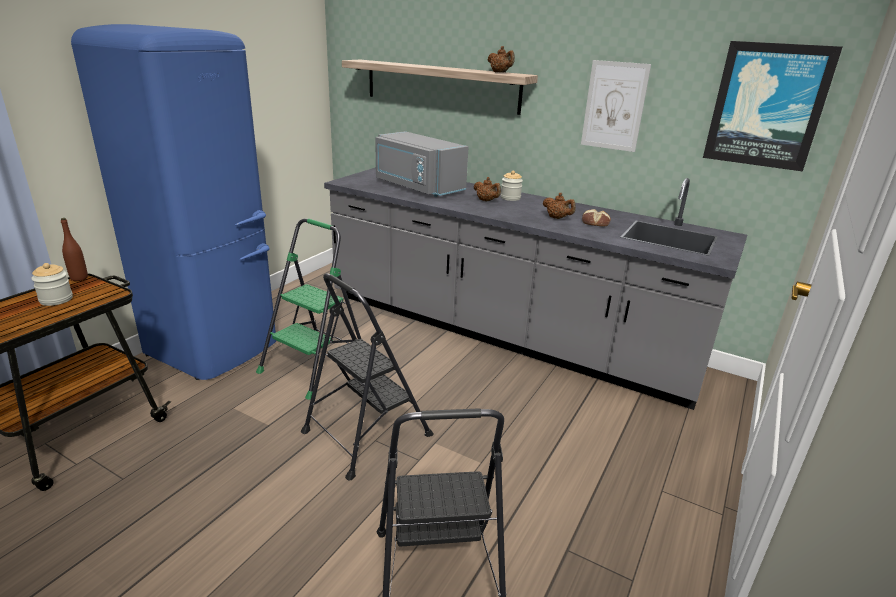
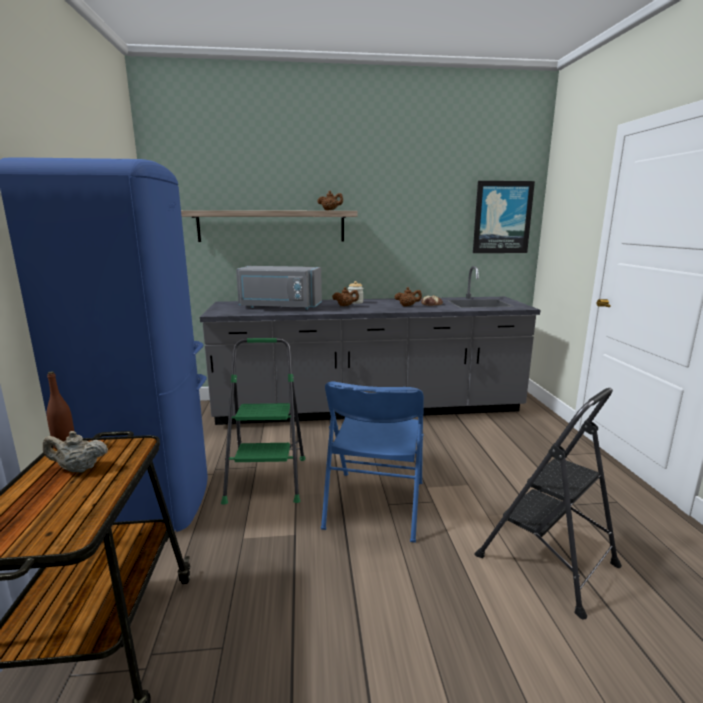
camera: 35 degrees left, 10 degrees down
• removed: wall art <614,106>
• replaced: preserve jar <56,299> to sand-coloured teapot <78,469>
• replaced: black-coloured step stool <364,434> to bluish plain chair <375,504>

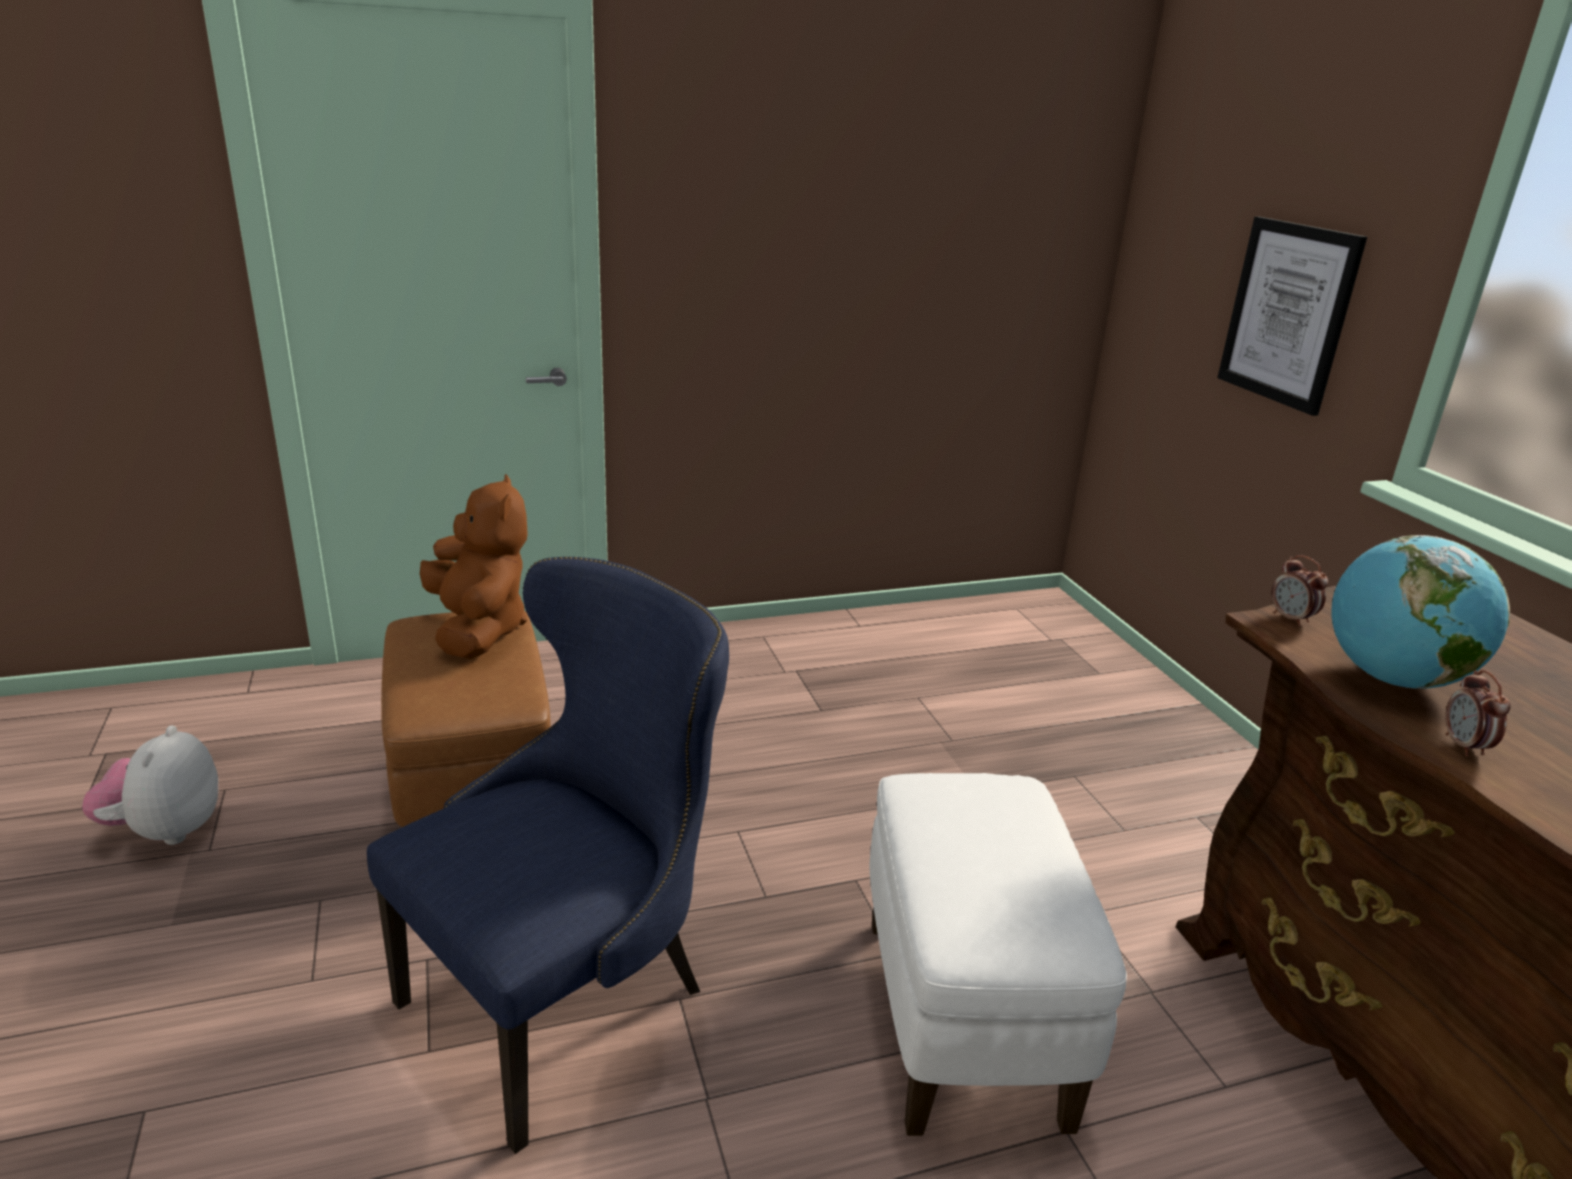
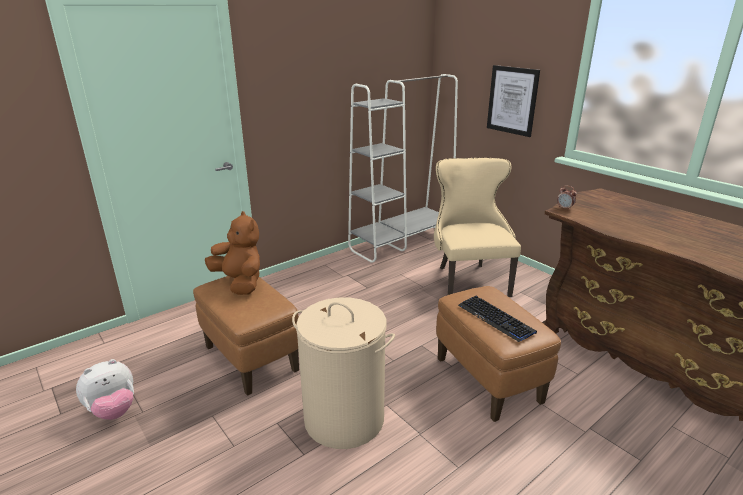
camera: 20 degrees left, 0 degrees up
• removed: desk globe <1392,679>
• removed: table clock <1464,746>
• added: greyish clothes rack <402,242>
• added: sand-coloured plain chair <469,280>
• added: computer keyboard <496,319>
• replaced: bluish plain chair <567,998> to sand-coloured laundry basket <344,418>
• recoloured: white-coloured footrest <963,1021> to brownish footrest <488,380>
• turned: cuddly toy <165,831> = <113,410> 105 degrees counterclockwise

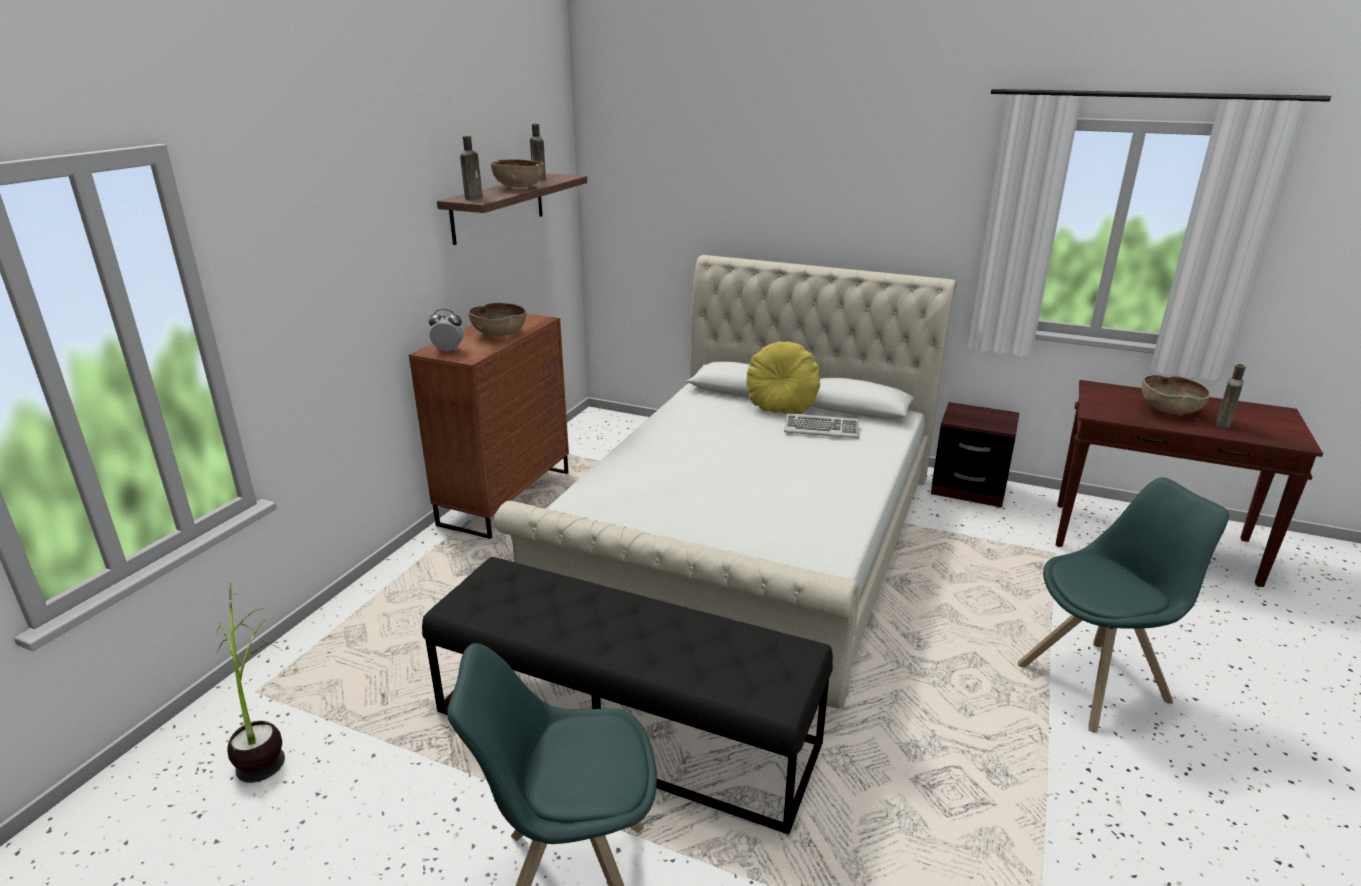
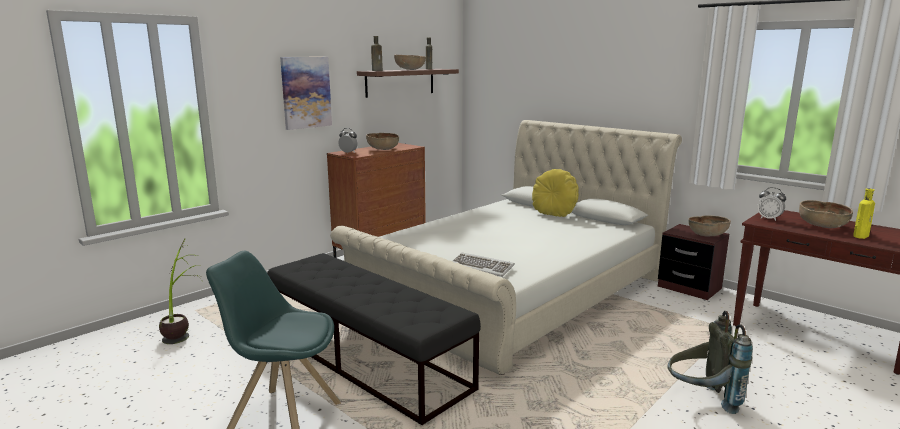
camera: 20 degrees right, 10 degrees down
• added: wall art <306,92>
• added: brownish serving bowl <707,235>
• added: table clock <769,219>
• moved: computer keyboard <821,429> to <481,267>
• replaced: turquoise-coloured plain chair <1095,683> to greyish rucksack <701,400>
• recoloured: brownish bottle <1223,423> to yellow-coloured bottle <861,236>

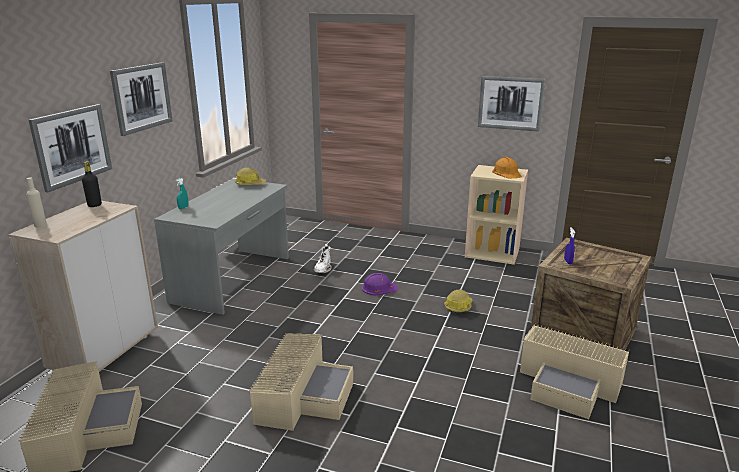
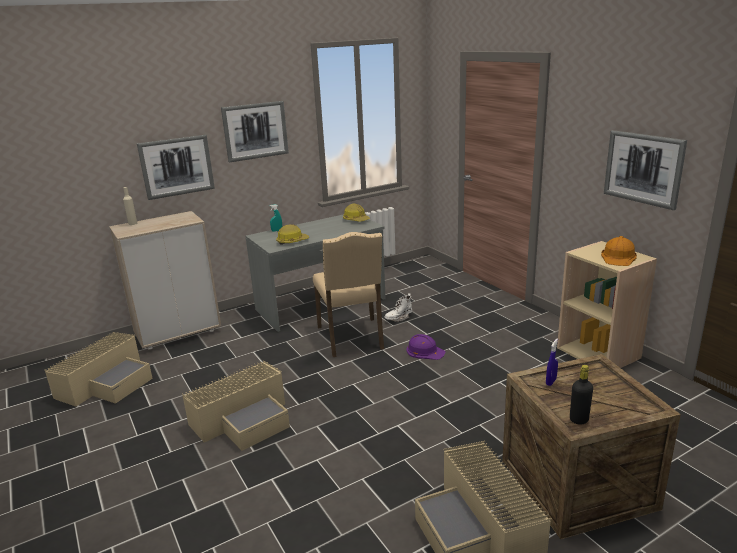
camera: 40 degrees right, 0 degrees up
• added: sand-coloured plain chair <352,338>
• moved: black-coloured bottle <94,205> to <579,420>
• moved: work helmet <458,307> to <292,241>

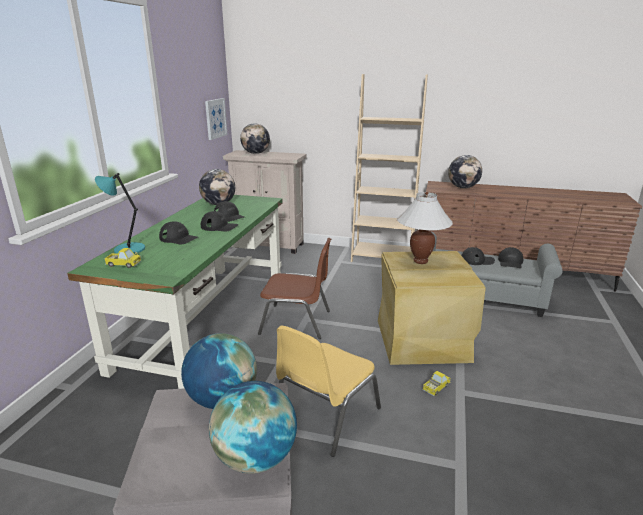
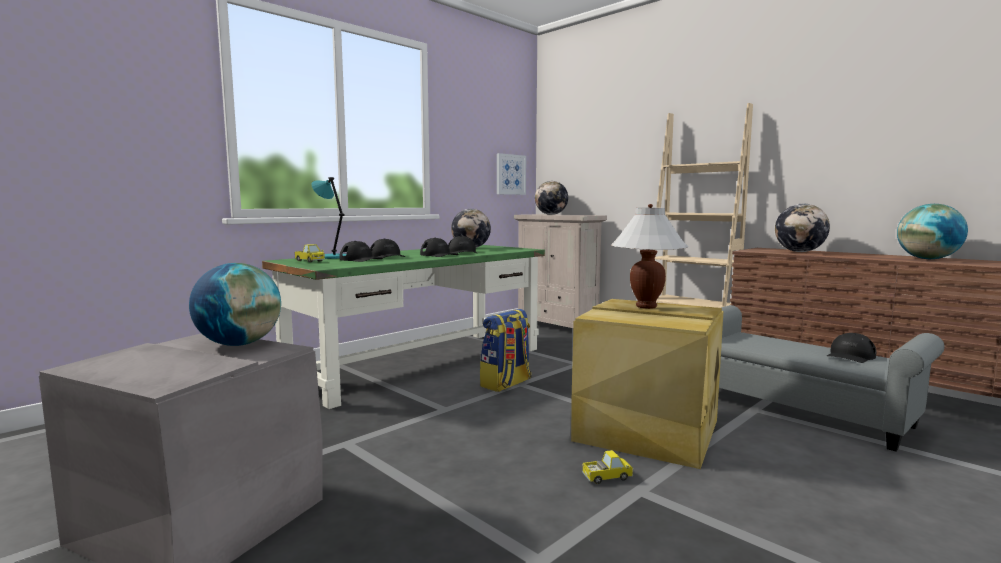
camera: 30 degrees right, 15 degrees down
• removed: yellow-coloured plain chair <325,416>
• moved: desk globe <256,458> to <928,259>
• moved: black-coloured peaked cap <477,260> to <360,259>
• replaced: brownish plain chair <297,322> to rucksack <506,384>

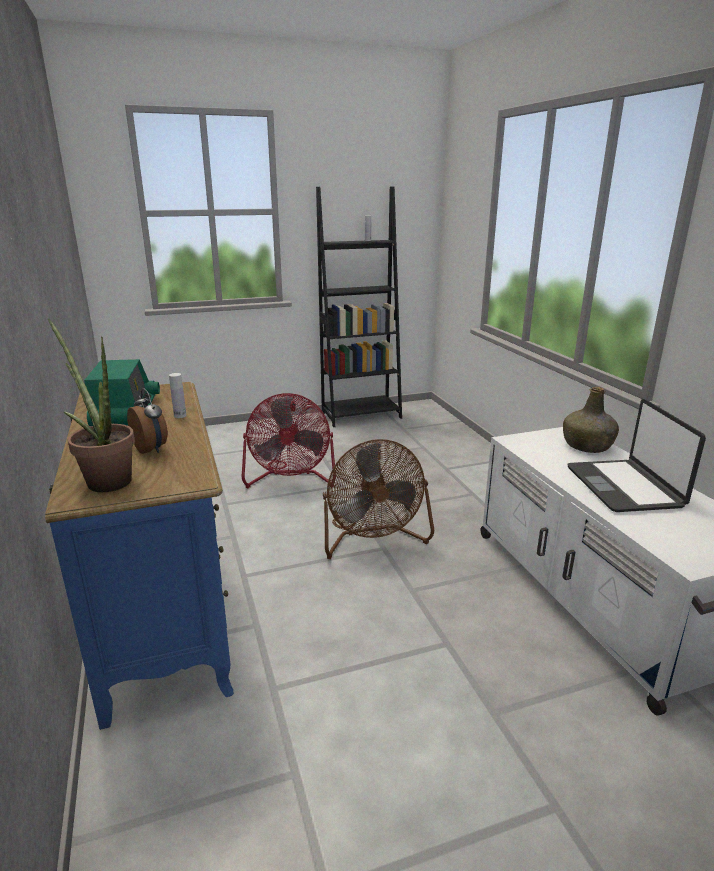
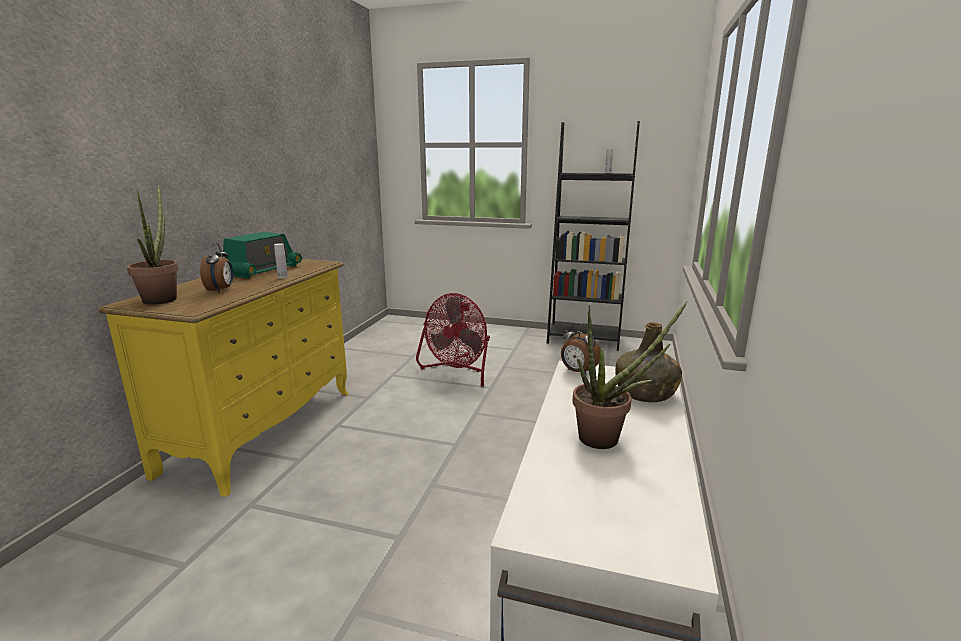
camera: 35 degrees right, 5 degrees down
• removed: brownish cooling fan <369,539>
• added: table clock <577,372>
• replaced: notebook computer <624,487> to potted plant <607,439>
• recoloured: bluish dresser <166,613> to yellow-coloured dresser <265,430>

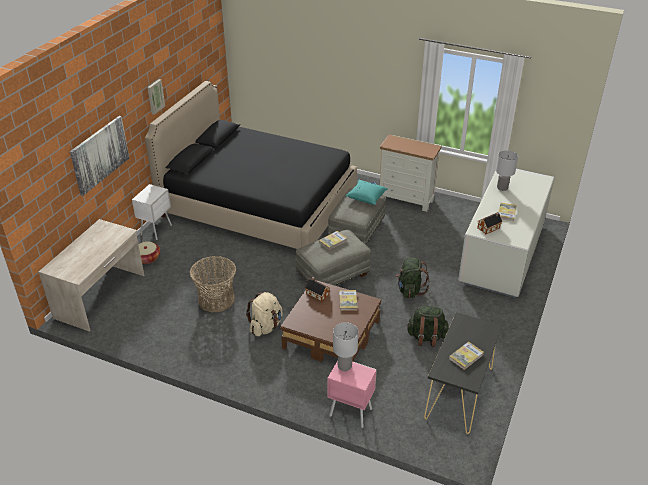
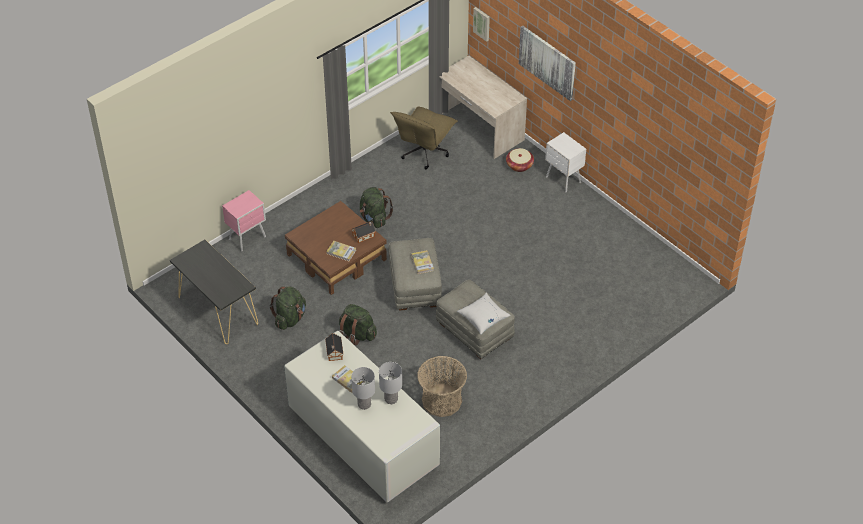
camera: 115 degrees right, 10 degrees up
• removed: black-coloured bedroom bed <259,205>
• removed: white-coloured dresser <406,200>
• removed: volume <466,356>
• added: sand-coloured desk chair <425,152>
• moved: wall art <155,96> to <482,23>
• moved: household basket <216,299> to <441,400>
• moved: greyish tabletop lamp <344,367> to <364,405>
• recoloured: sand-coloured rucksack <266,326> to green rucksack <374,218>
• recoloured: turquoise-coloured throw pillow <366,197> to greyish throw pillow <483,318>

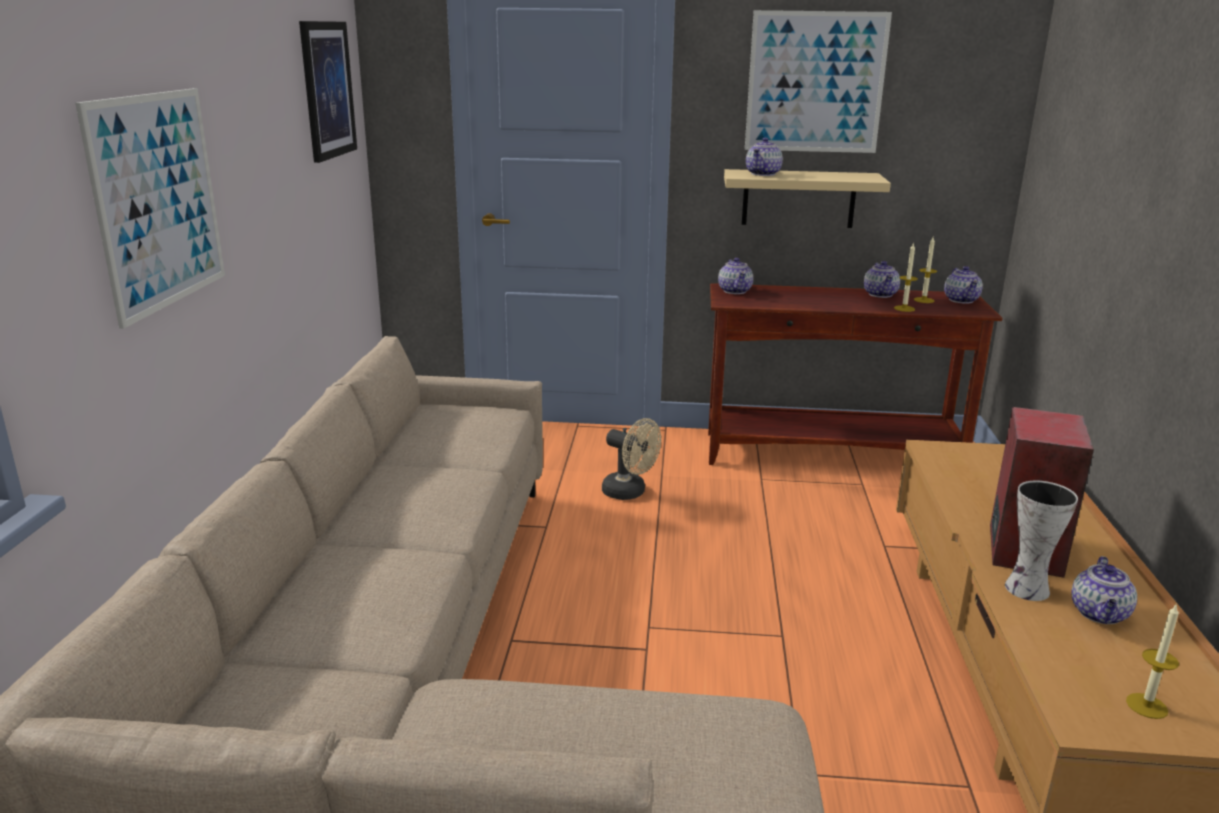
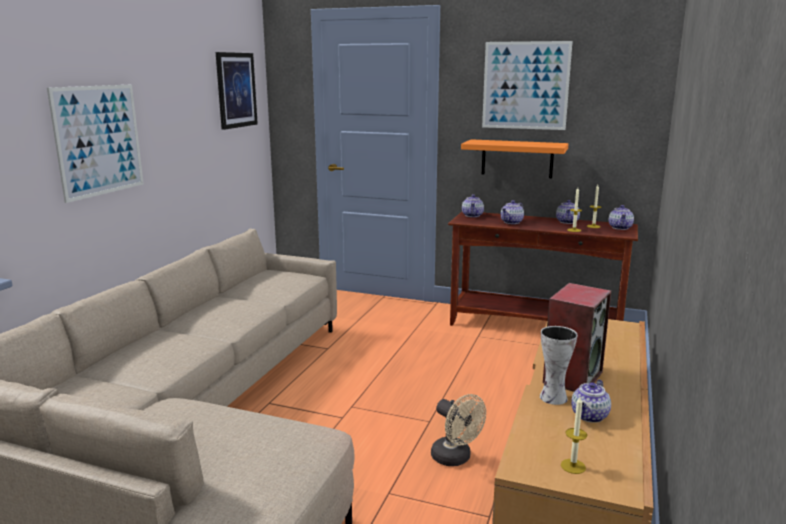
camera: 15 degrees right, 5 degrees down
• moved: sand-coloured cooling fan <630,493> to <455,458>
• moved: teapot <763,174> to <512,222>
• recoloured: sand-coloured wall shelf <798,198> to orange-coloured wall shelf <517,158>

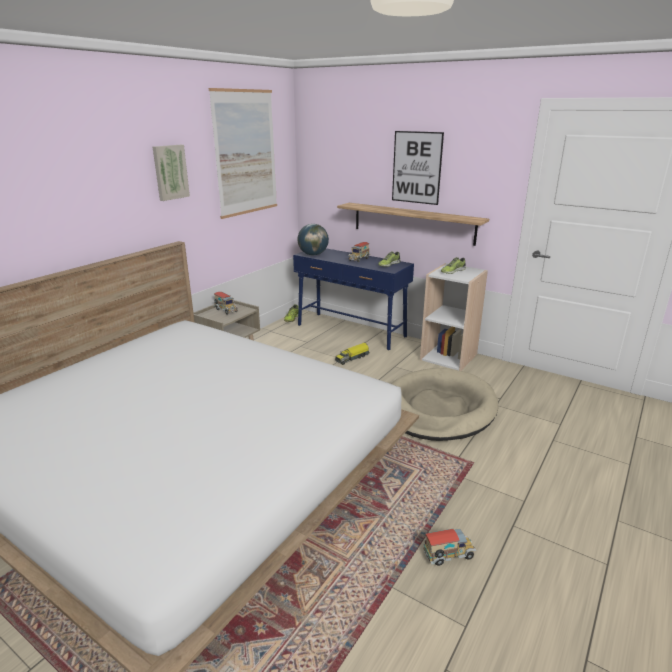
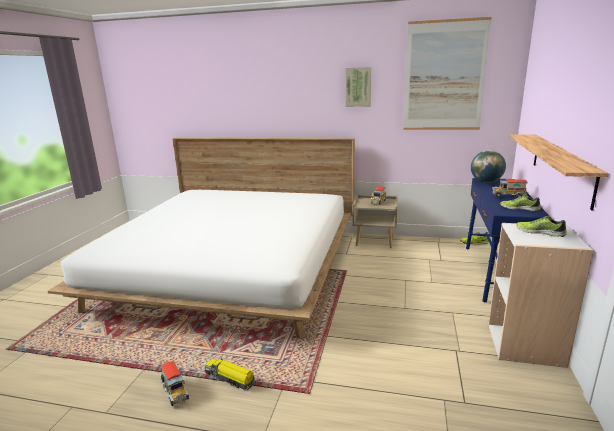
camera: 70 degrees right, 5 degrees down
• removed: sand-coloured pet bed <438,408>
• removed: wall art <416,167>
• moved: model truck <352,358> to <230,378>

